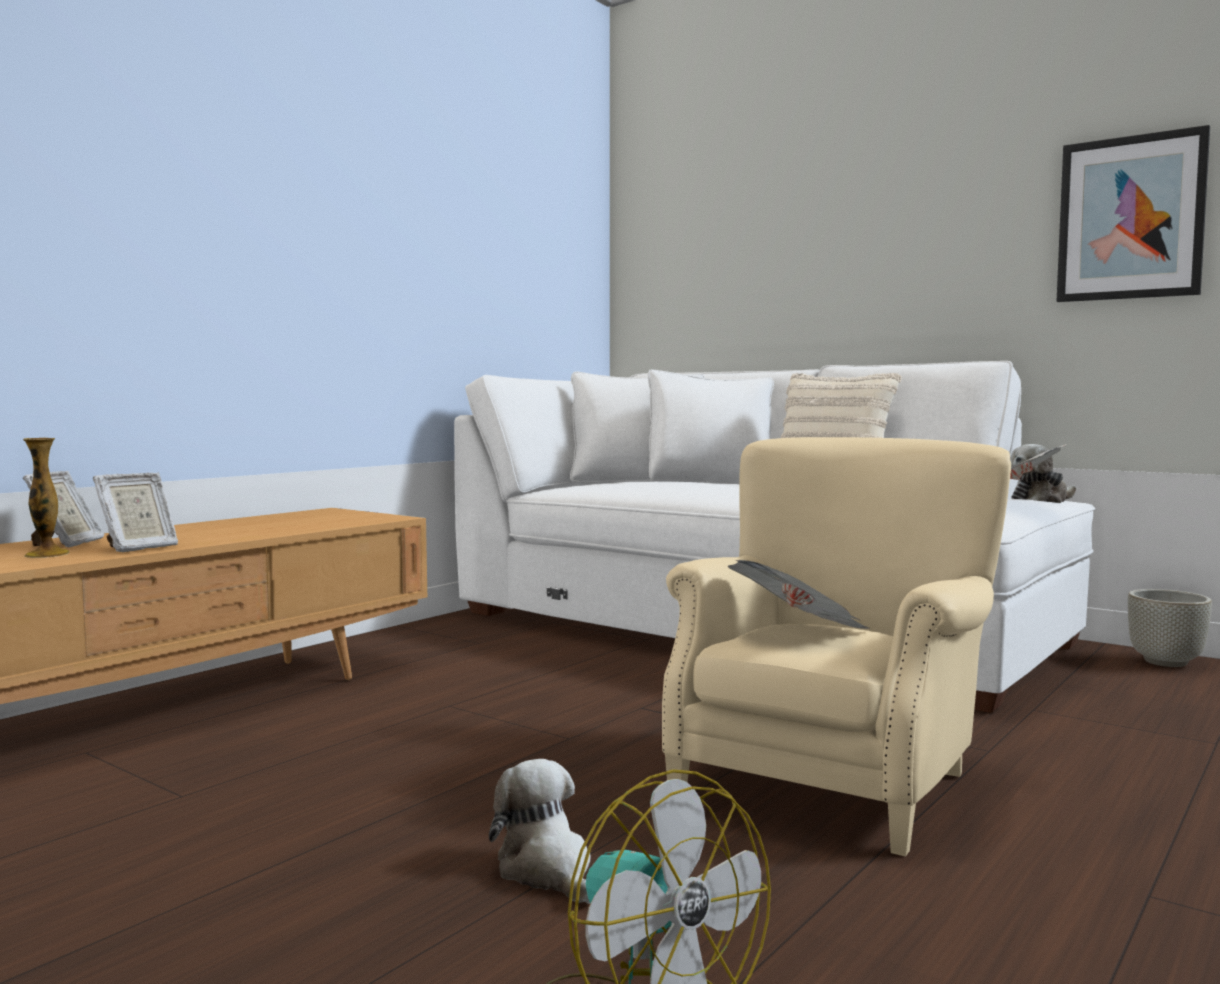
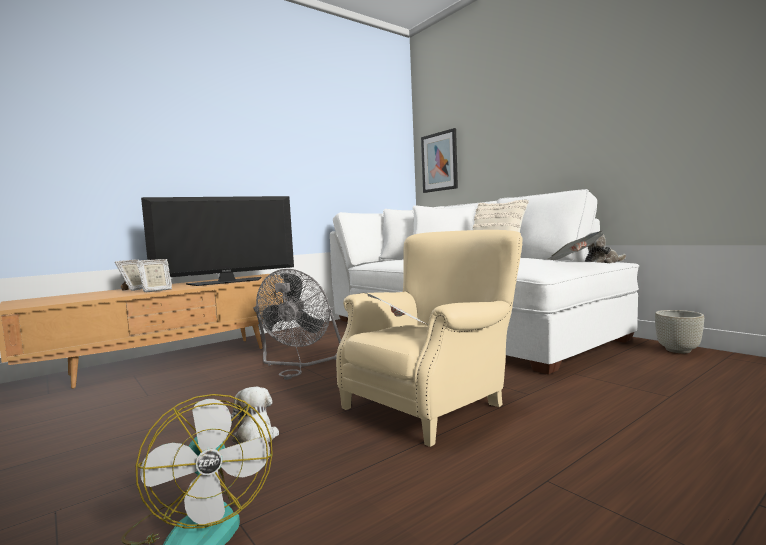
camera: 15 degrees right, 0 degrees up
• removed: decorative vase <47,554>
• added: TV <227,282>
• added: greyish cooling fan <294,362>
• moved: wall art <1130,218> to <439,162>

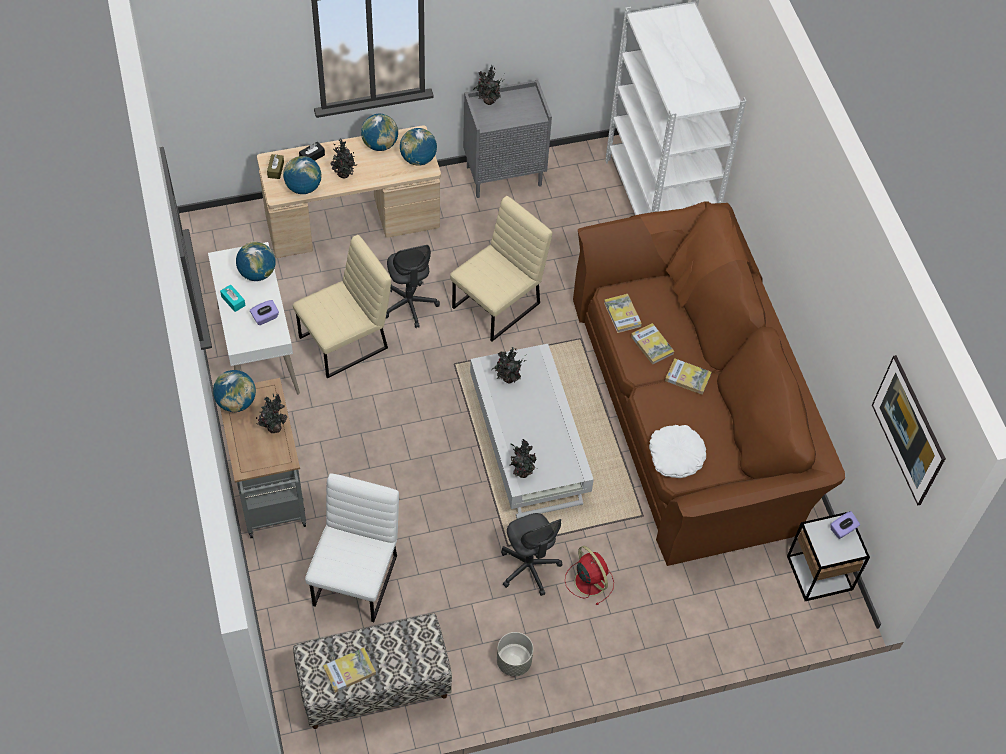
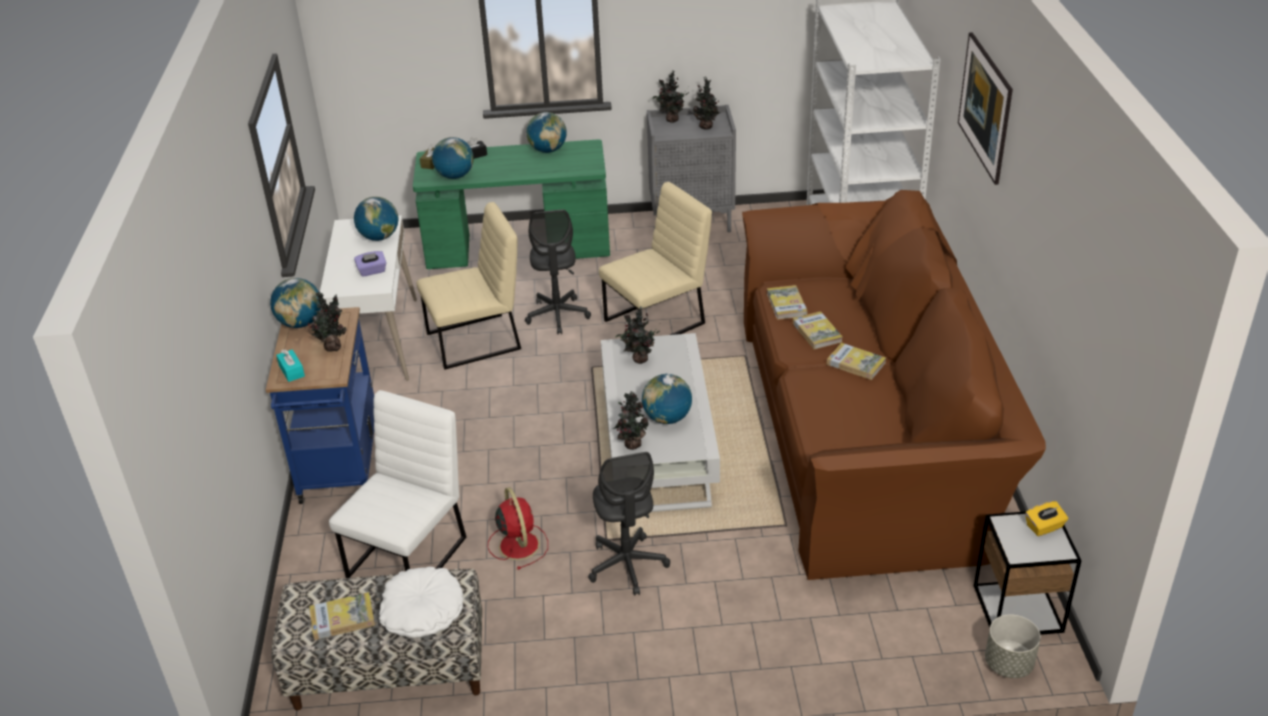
camera: 15 degrees right, 20 degrees down
• moved: turquoise-coloured tissue box <233,301> to <291,371>
• moved: potted plant <344,175> to <707,127>
• moved: desk globe <418,159> to <667,418>
• moved: greyish planter <513,662> to <1008,664>
• moved: red-coloured cooling fan <589,580> to <518,544>
• moved: white-coloured throw pillow <677,456> to <424,612>
• moved: wall art <902,442> to <982,130>
• recoloured: greyish trolley <270,494> to bluish trolley <340,465>
• recoloured: sand-coloured desk table <353,223> to green desk table <518,249>
• recoloured: purple-coloured tissue box <843,529> to yellow-coloured tissue box <1044,527>

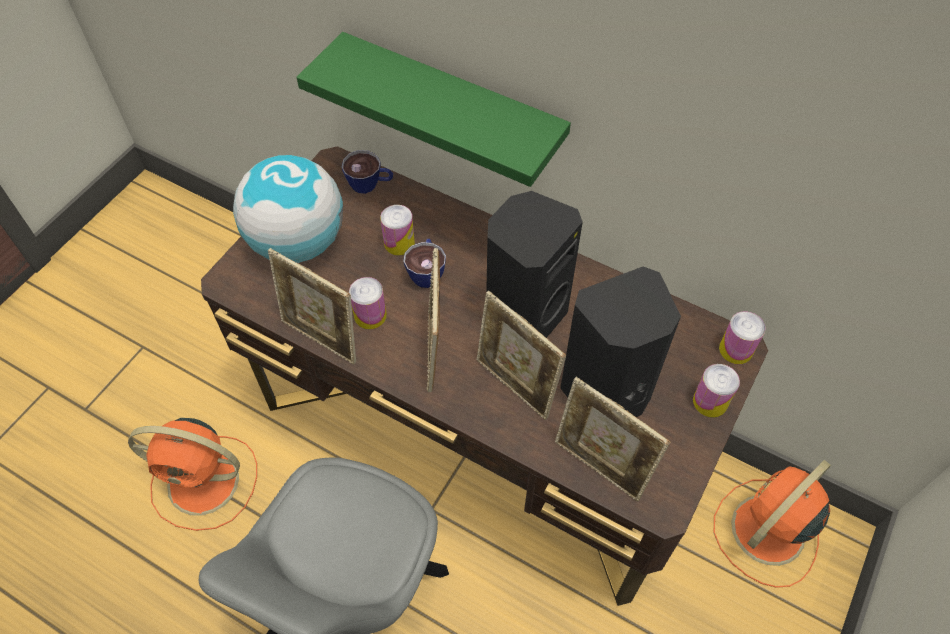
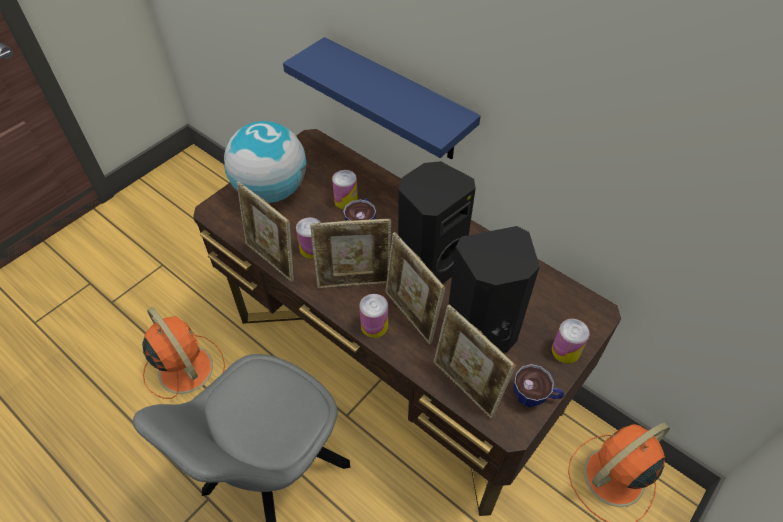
camera: 10 degrees right, 5 degrees down
• moved: cup <370,185> to <535,397>
• moved: metal can <735,349> to <374,326>
• recoloured: green wall shelf <452,108> to bluish wall shelf <397,101>
• turned: orange-coloured cooling fan <206,482> = <184,368> 150 degrees counterclockwise
• turned: photo frame <434,352> = <354,282> 105 degrees counterclockwise

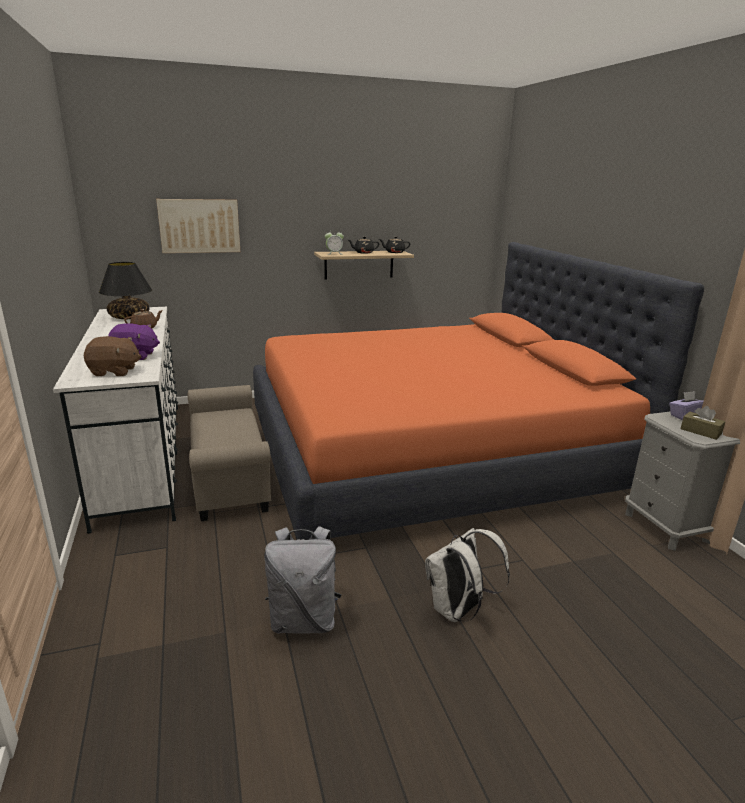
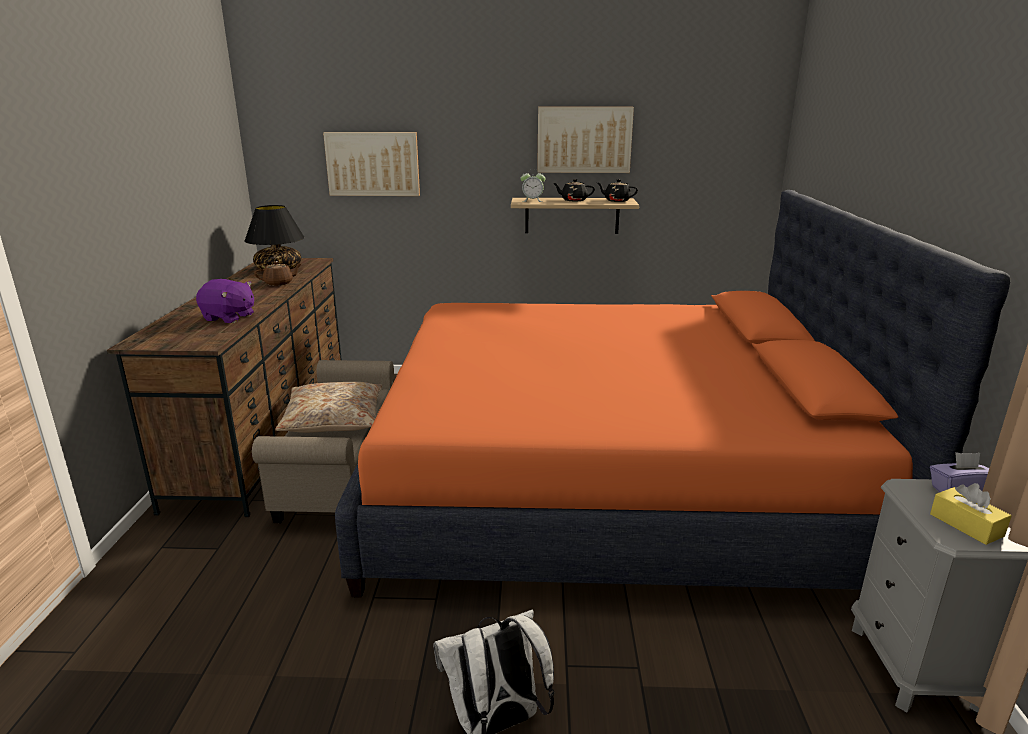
camera: 20 degrees right, 0 degrees up
• removed: brownish cuddly toy <114,372>
• removed: greyish rucksack <304,620>
• added: sand-coloured throw pillow <334,419>
• added: wall art <584,140>
• recoloured: white-coloured dresser <140,457> to brownish dresser <266,432>
• recoloured: brownish tissue box <700,431> to yellow-coloured tissue box <966,525>

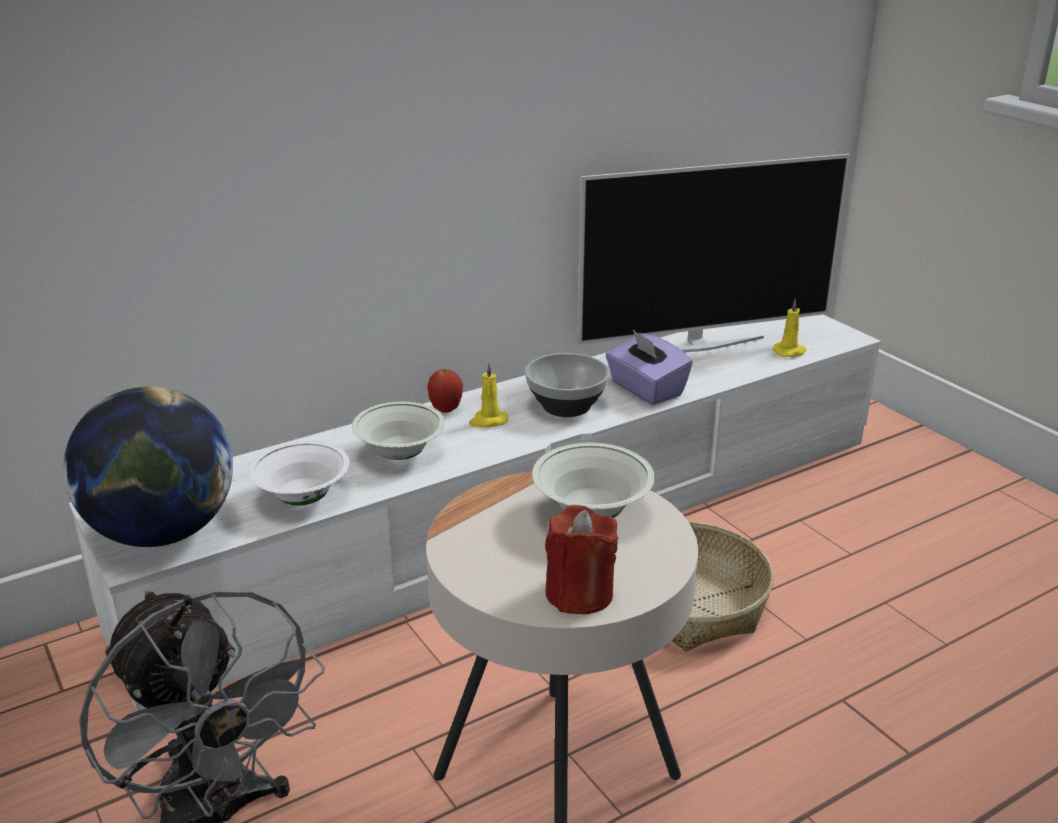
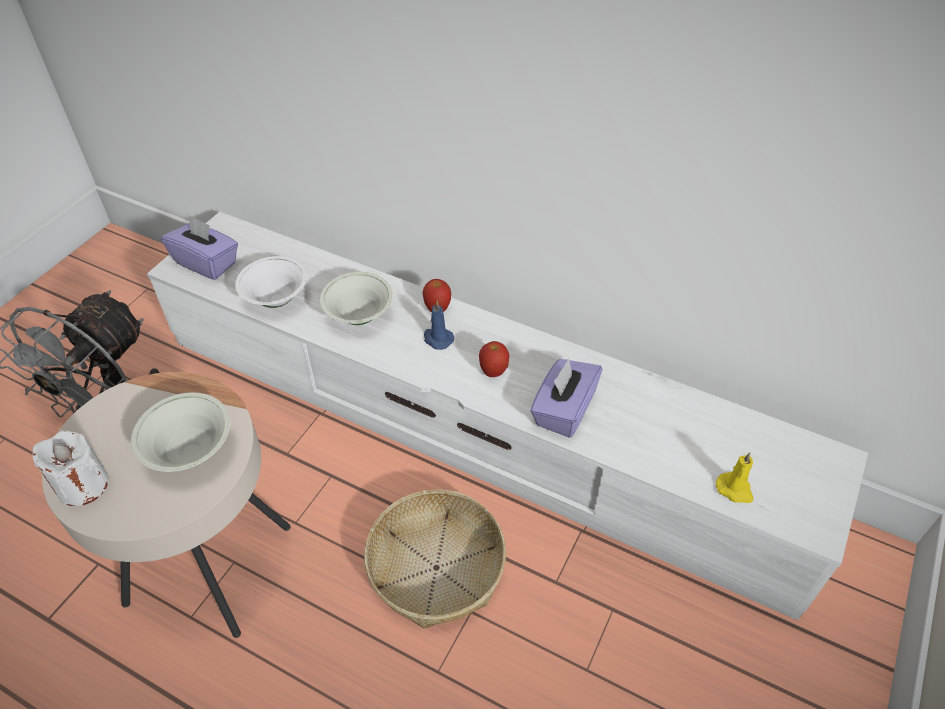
camera: 60 degrees right, 20 degrees up
• removed: TV <699,345>
• replaced: desk globe <162,533> to purple-coloured tissue box <207,263>
• replaced: serving bowl <565,406> to apple <493,372>
• recoloured: yellow-coloured wax light <488,421> to bluish wax light <437,339>
• recoloured: red-coloured wax light <579,594> to white-coloured wax light <83,485>

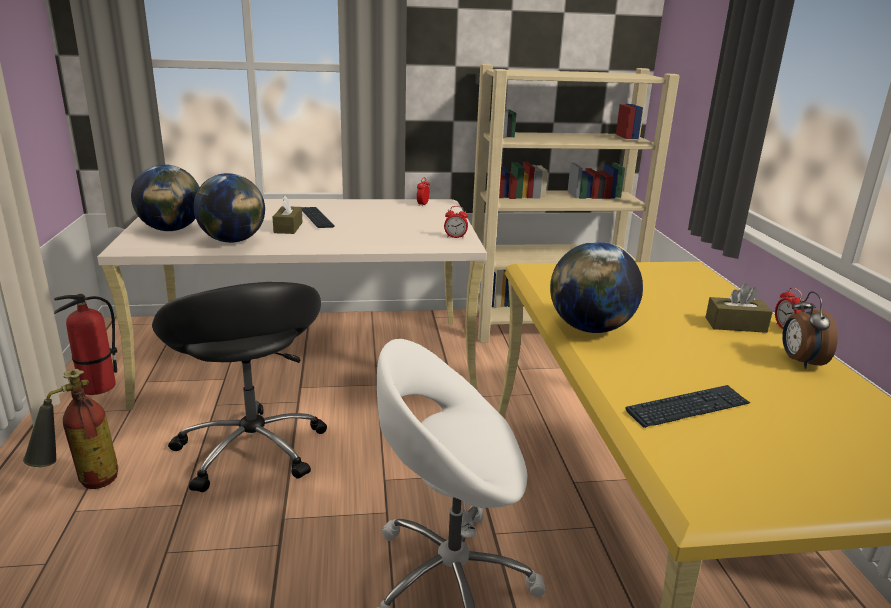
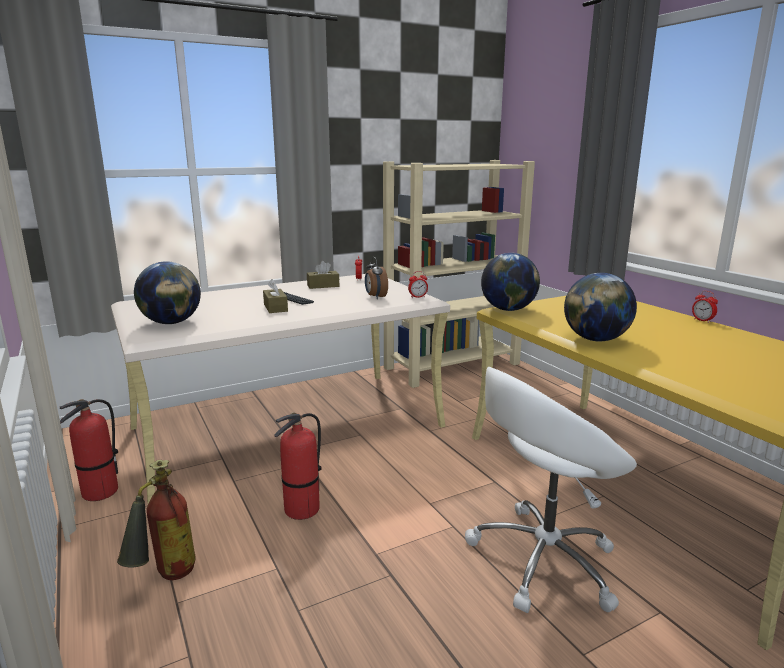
camera: 20 degrees left, 5 degrees down
• removed: computer keyboard <688,408>
• moved: desk globe <233,241> to <508,309>
• moved: brownish tissue box <735,325> to <323,286>
• moved: table clock <799,361> to <375,297>
• replaced: black-coloured desk chair <252,452> to fire-fighting cylinder <302,510>

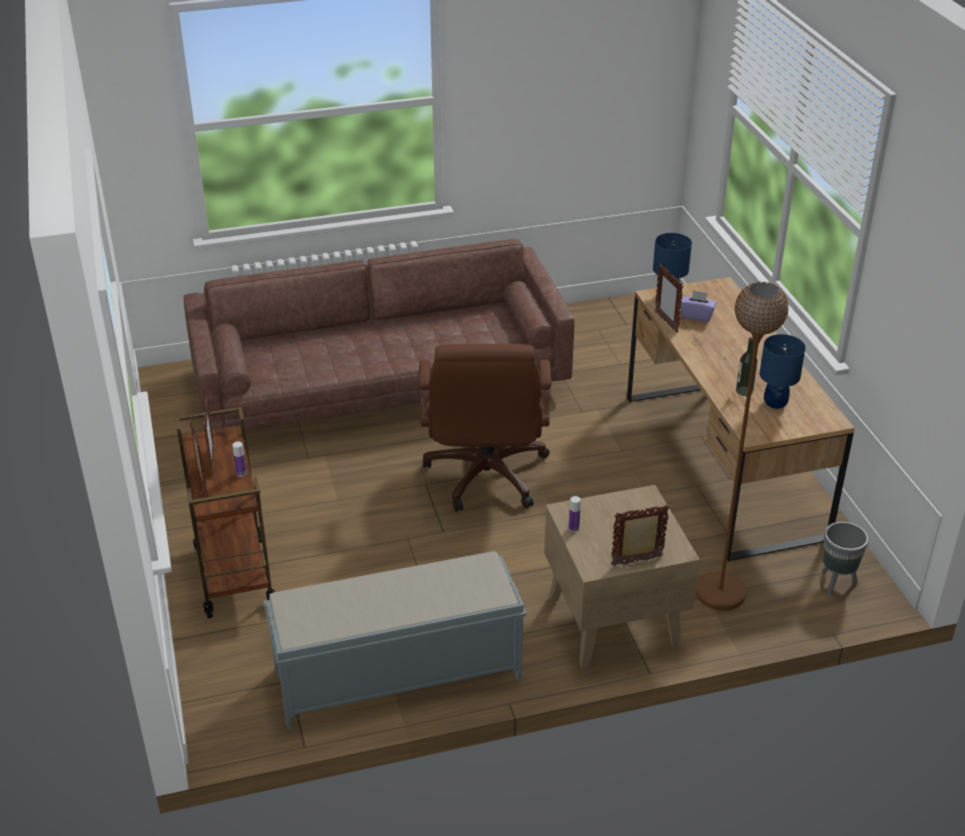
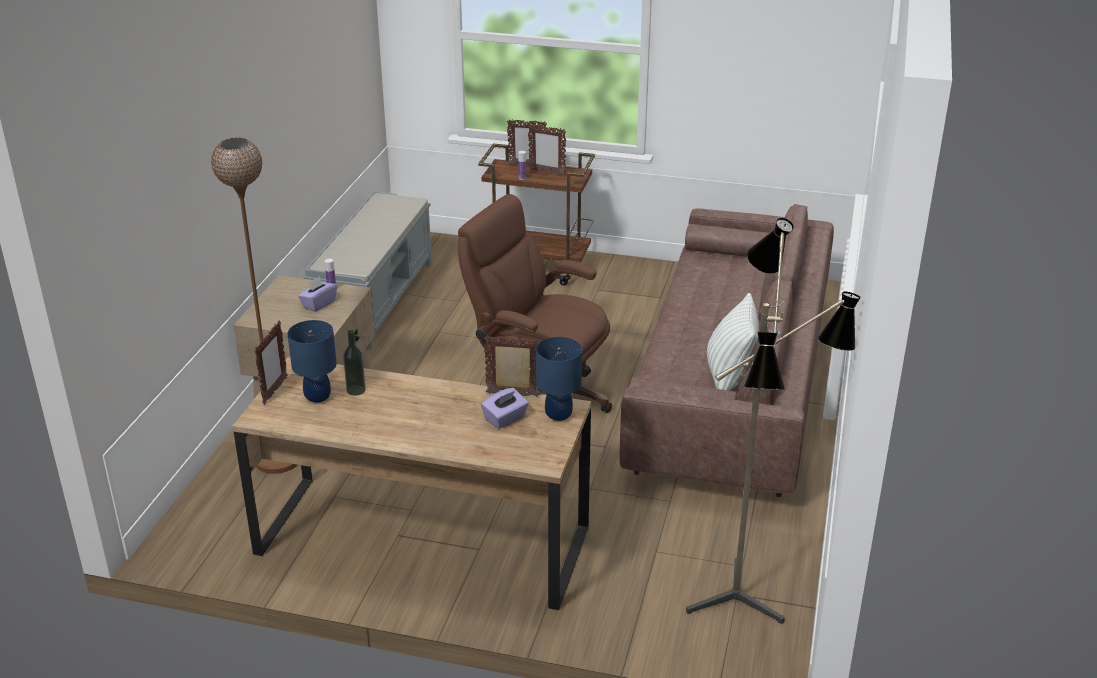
camera: 120 degrees right, 5 degrees down
• removed: greyish planter <835,583>
• added: purple-coloured tissue box <318,304>
• added: floor lamp <747,599>
• added: throw pillow <730,377>
• moved: photo frame <637,561> to <274,391>

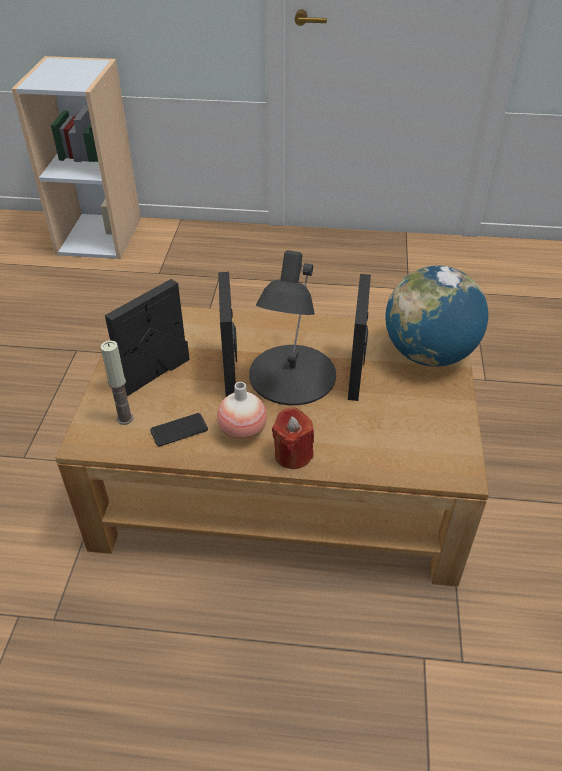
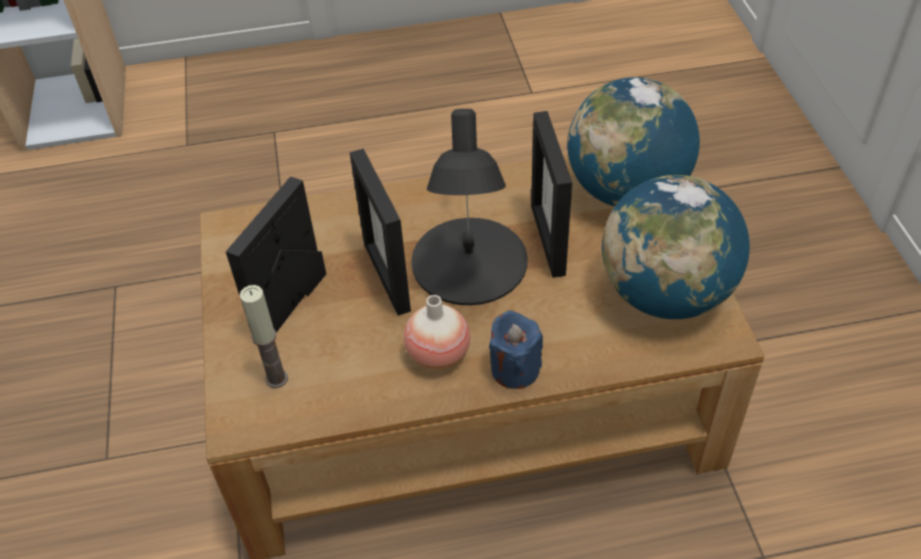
camera: 15 degrees left, 5 degrees up
• removed: phone <179,430>
• added: desk globe <666,294>
• recoloured: red-coloured wax light <293,455> to bluish wax light <515,369>

